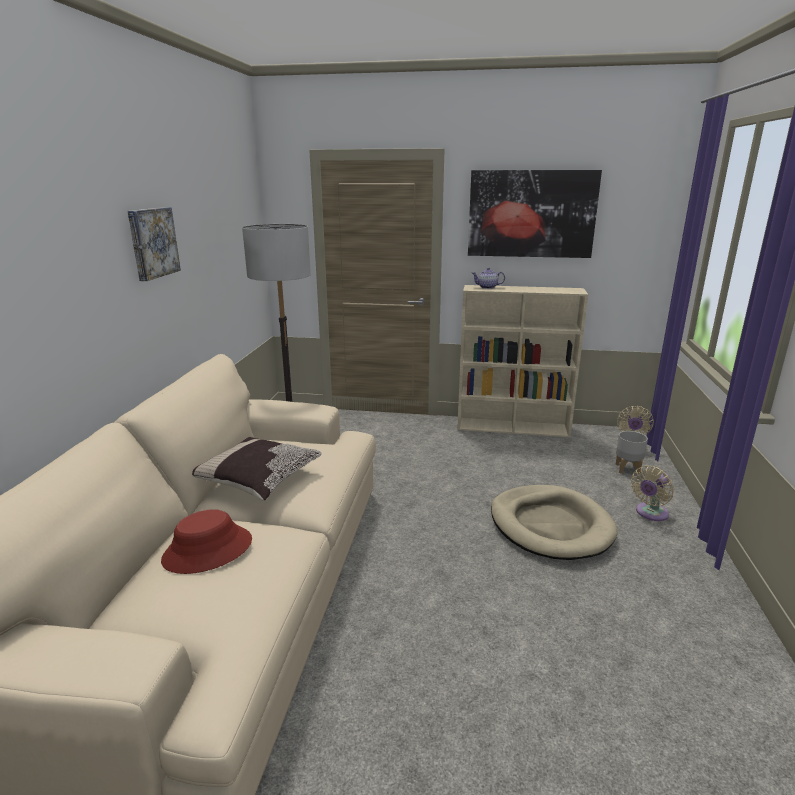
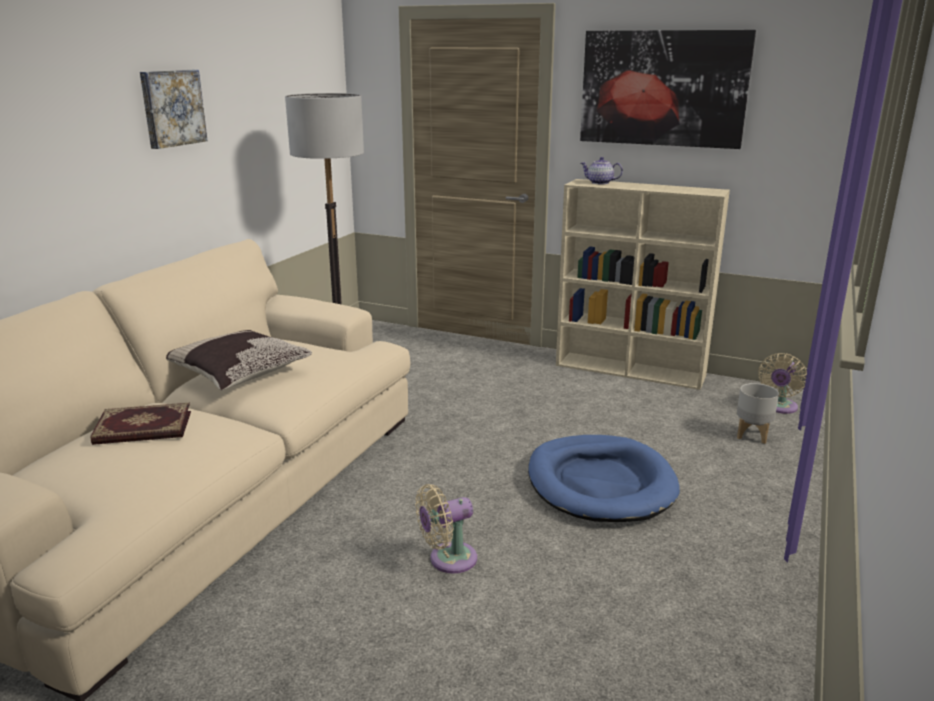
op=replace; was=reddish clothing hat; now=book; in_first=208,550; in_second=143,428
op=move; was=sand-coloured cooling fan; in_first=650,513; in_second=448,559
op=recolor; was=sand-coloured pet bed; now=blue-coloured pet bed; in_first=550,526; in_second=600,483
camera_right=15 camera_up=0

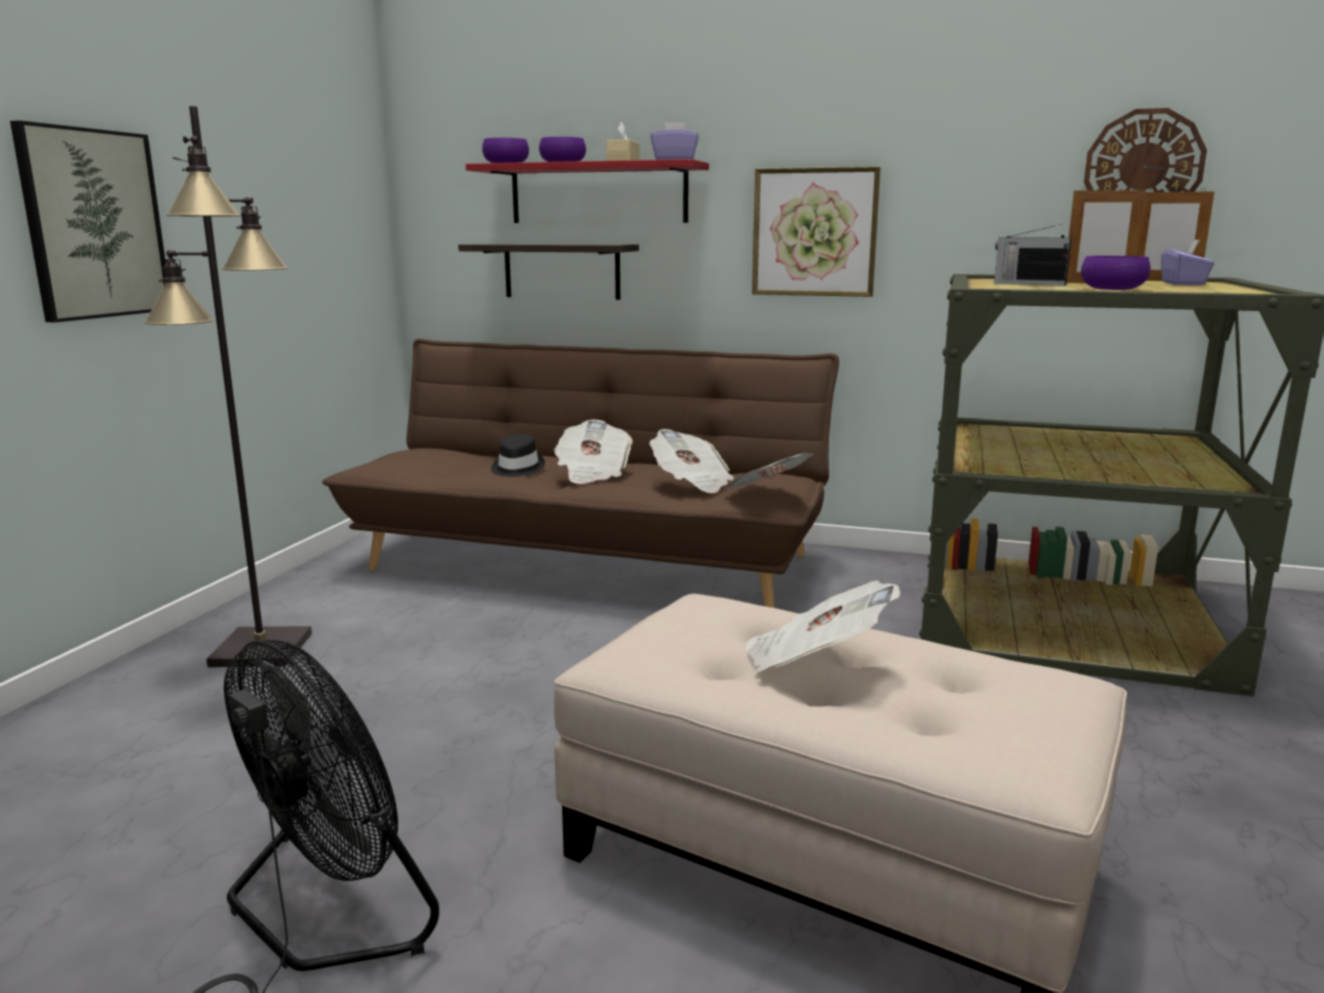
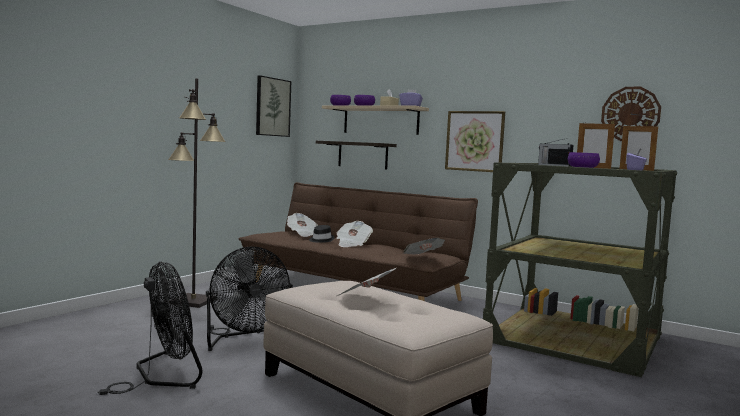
op=insert; now=blackish cooling fan; in_second=243,339
op=move; was=wall picture; in_first=93,224; in_second=272,107
op=move; was=newspaper; in_first=691,483; in_second=302,234
op=recolor; was=reddish bracket shelf; now=sand-coloured bracket shelf; in_first=598,194; in_second=380,120
camera_right=15 camera_up=-10

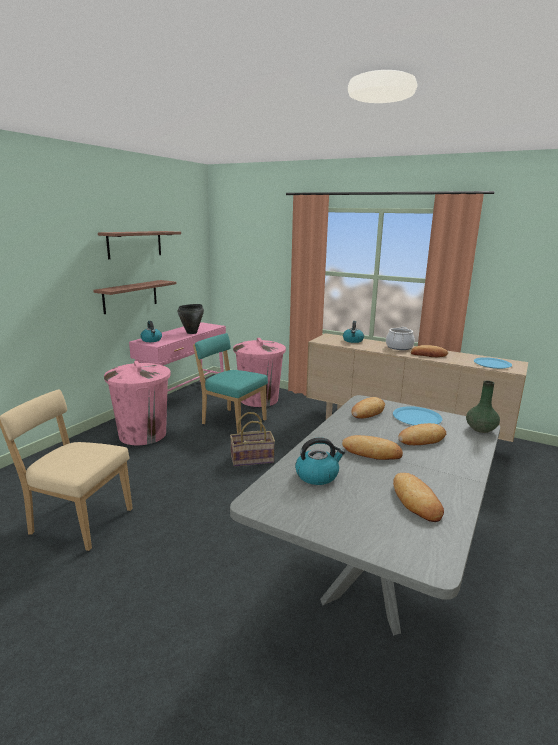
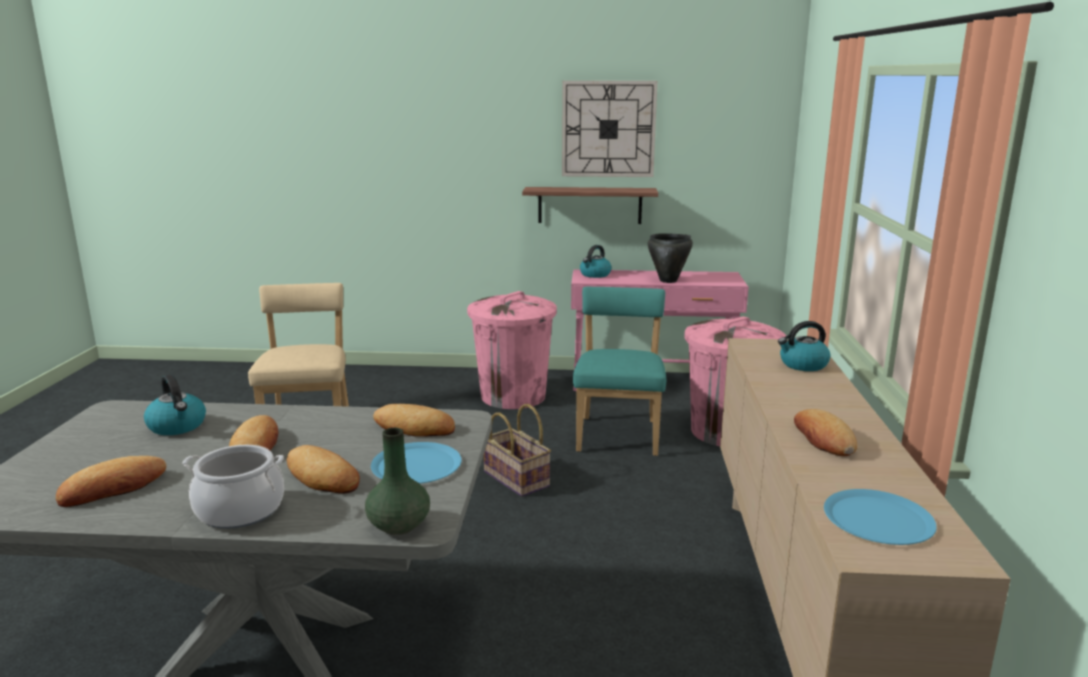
op=move; was=stockpot; in_first=399,347; in_second=240,510
op=replace; was=bracket shelf; now=wall clock; in_first=135,244; in_second=608,129
camera_right=65 camera_up=0

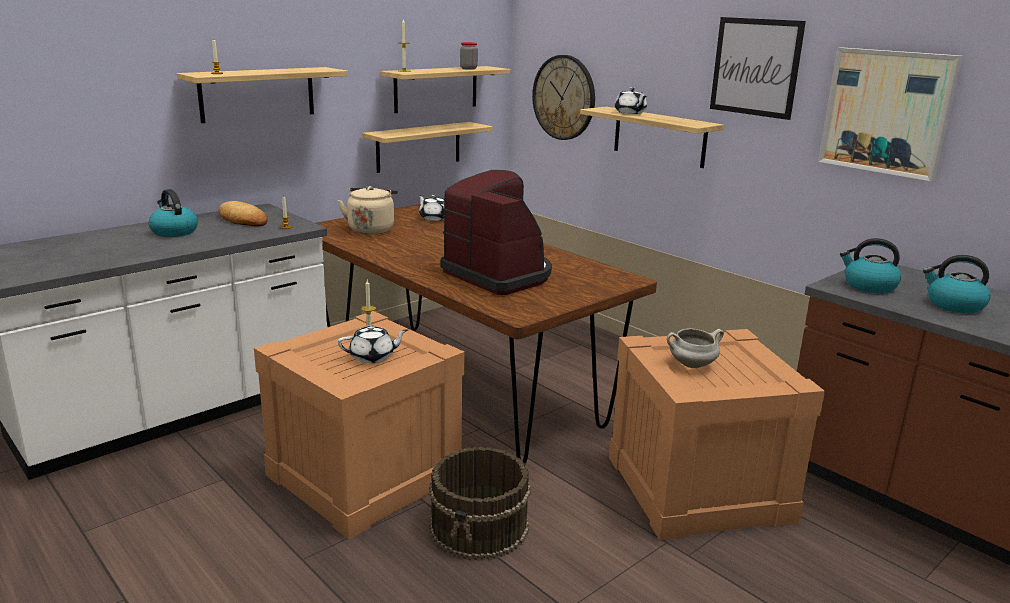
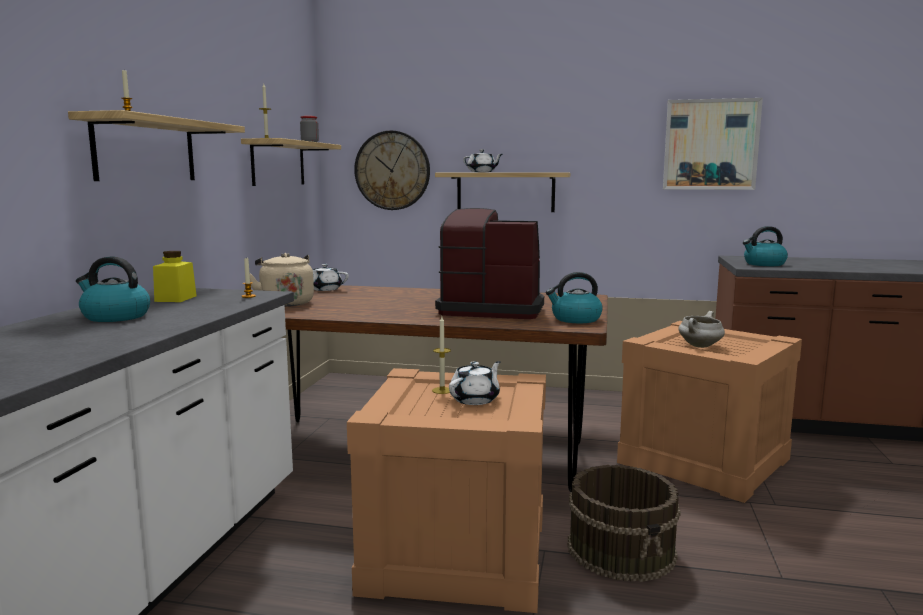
op=replace; was=baked bread; now=yellow storage jar; in_first=242,220; in_second=175,298
op=move; was=kettle; in_first=954,305; in_second=575,319
op=delete; was=bracket shelf; in_first=418,146
op=delete; was=wall picture; in_first=755,67
camera_right=-35 camera_up=-10

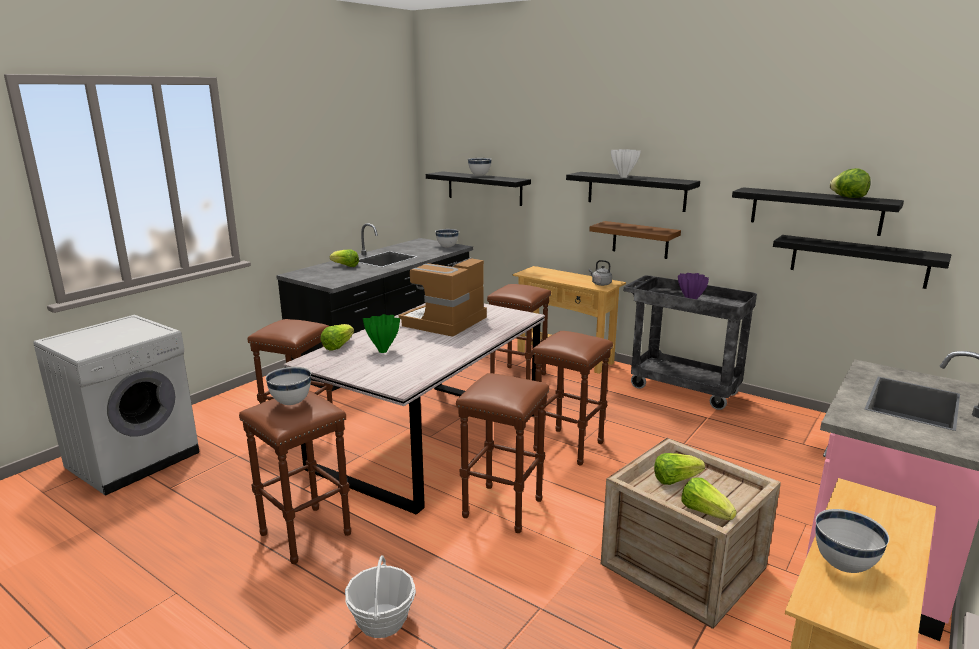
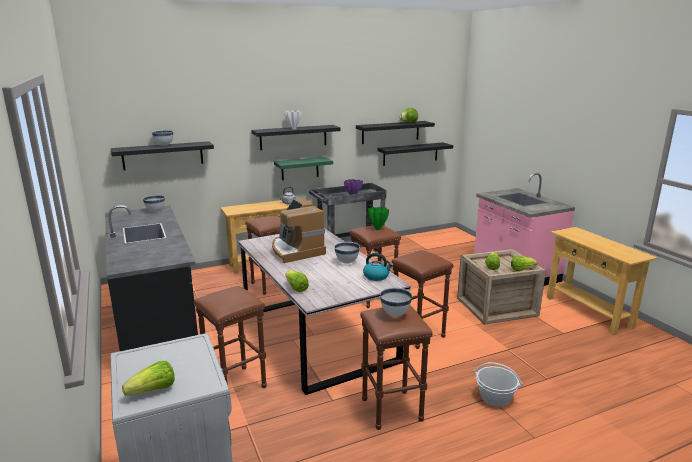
op=move; was=lettuce; in_first=345,266; in_second=153,391
op=recolor; was=brownish bracket shelf; now=green bracket shelf; in_first=640,240; in_second=300,168
op=move; was=white deep dish; in_first=843,566; in_second=347,262
op=insert; now=kettle; in_second=376,276
op=move; was=green decorative vase; in_first=383,351; in_second=378,229
camera_right=-60 camera_up=0

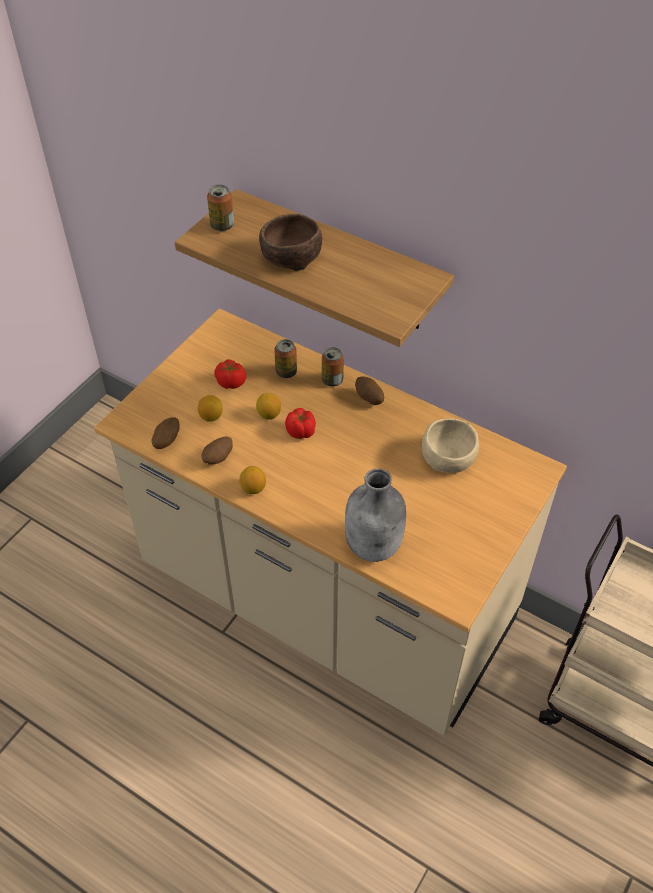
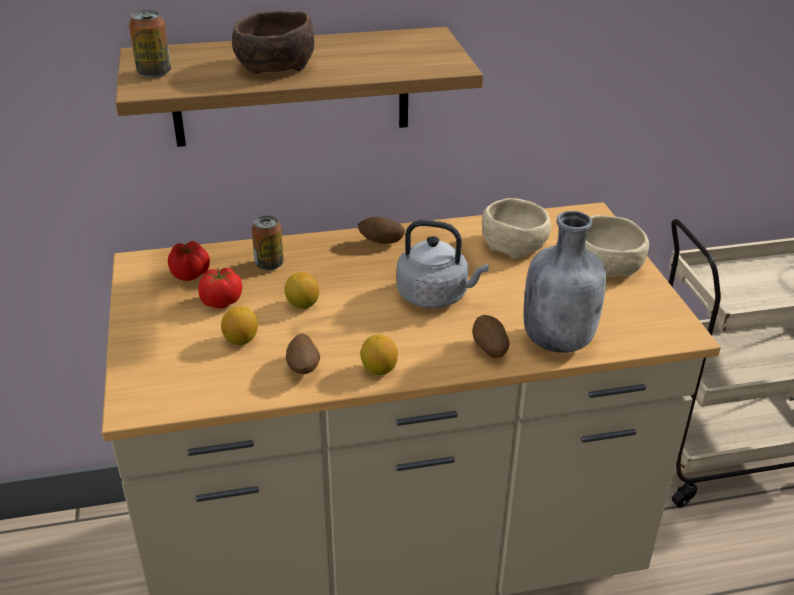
op=move; was=fresh tomato; in_first=301,432; in_second=191,274
op=insert; now=gray kettle; in_second=436,296
op=move; was=spud; in_first=166,440; in_second=489,349
op=insert; now=sand-coloured deep dish; in_second=609,266
op=delete; was=sealed can; in_first=332,380
camera_right=-45 camera_up=-15

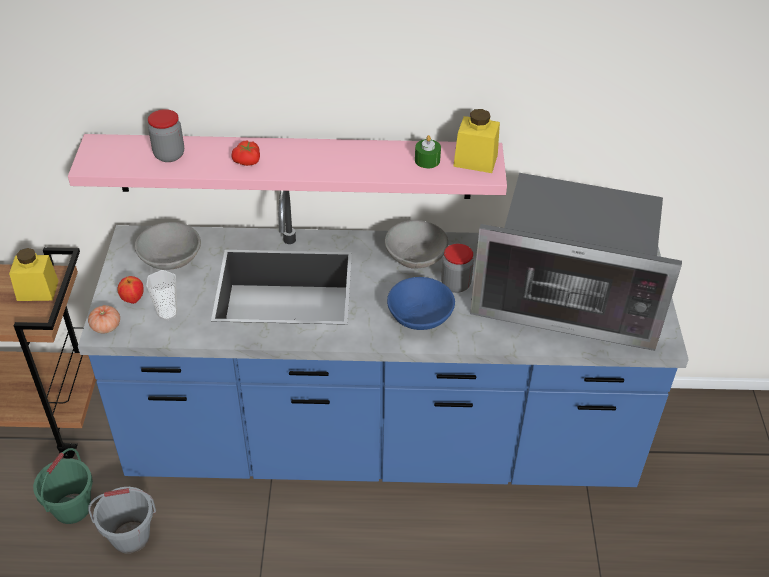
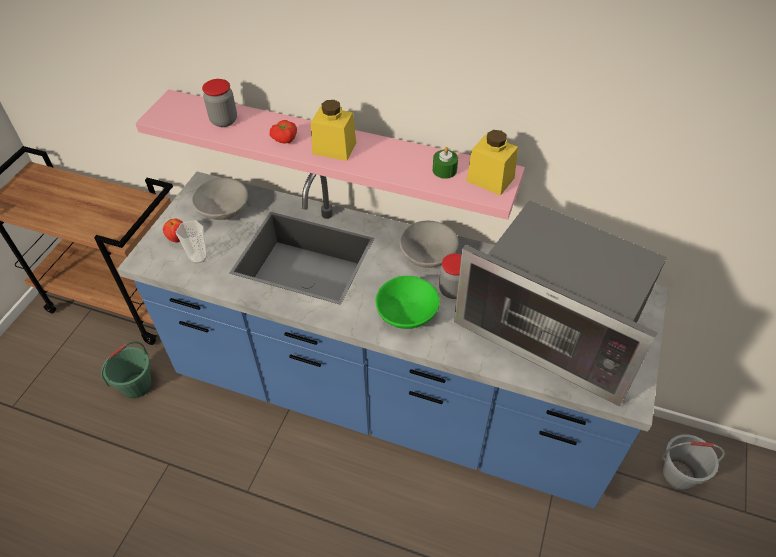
op=move; was=yellow storage jar; in_first=37,290; in_second=334,148
op=recolor; was=blue-coloured deep dish; now=green deep dish; in_first=419,317; in_second=406,313
op=move; was=gray pail; in_first=131,536; in_second=678,474
op=delete; was=fresh tomato; in_first=106,327
camera_right=20 camera_up=5

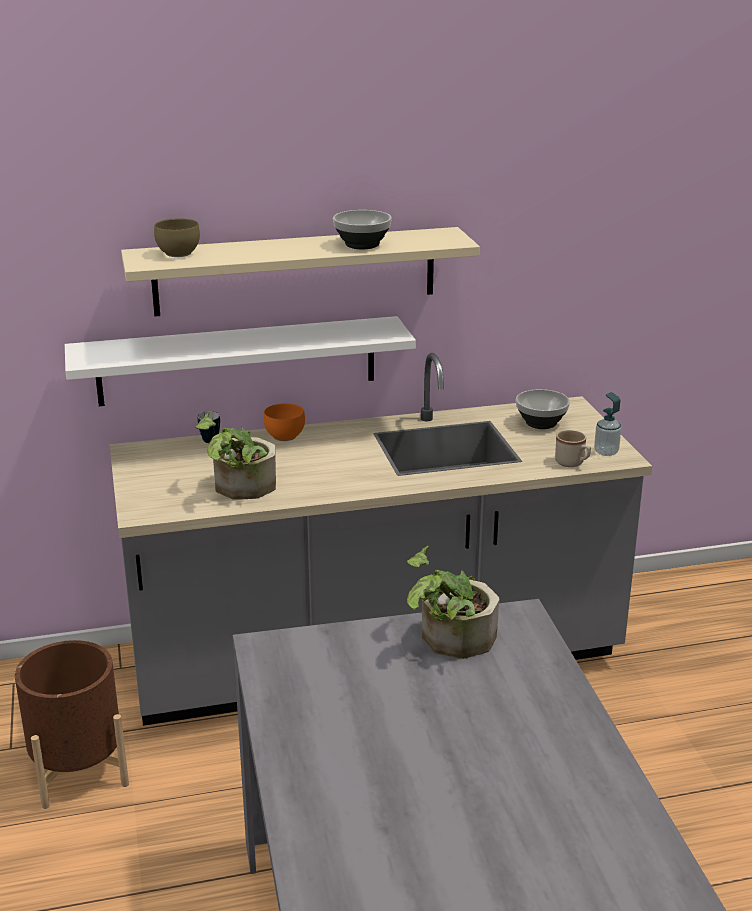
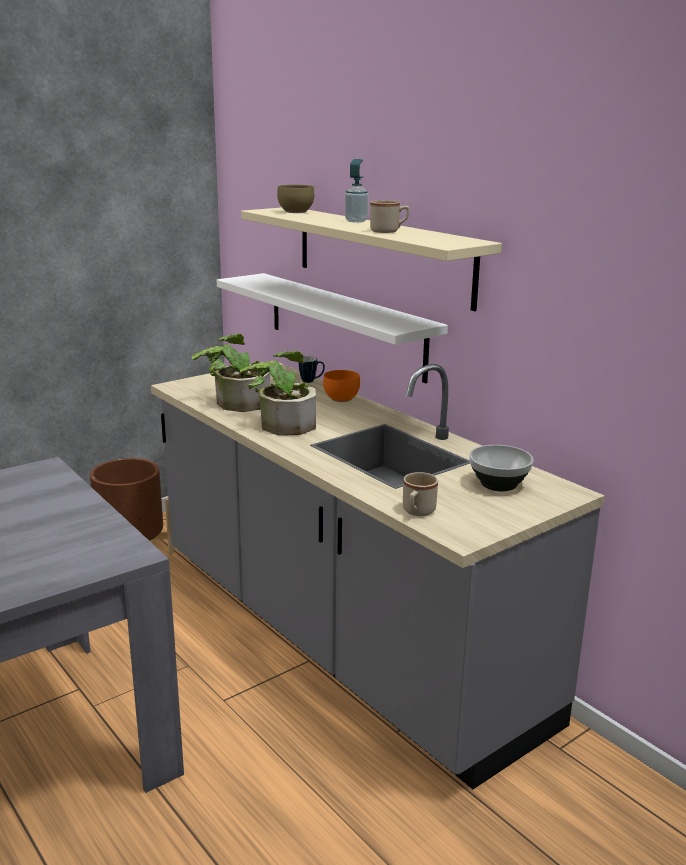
op=move; was=houseplant; in_first=449,640; in_second=281,423
op=move; was=liquid soap bottle; in_first=606,452; in_second=356,221
op=replace; was=deep dish; now=sand-coloured tea mug; in_first=362,244; in_second=389,231
camera_right=65 camera_up=-5

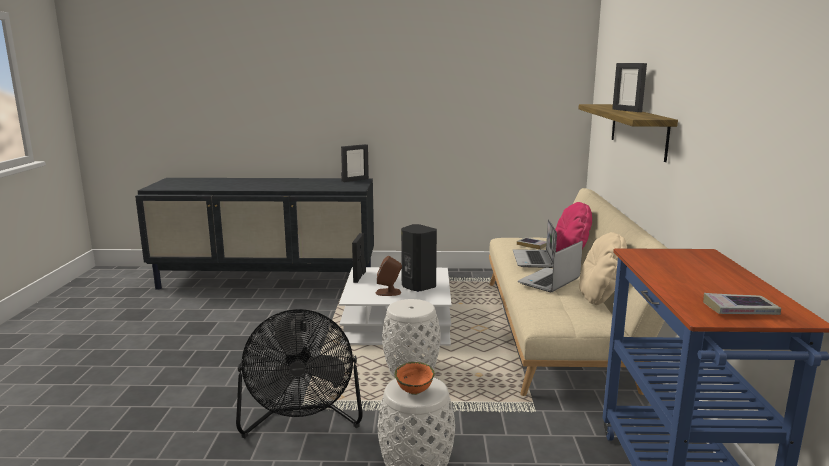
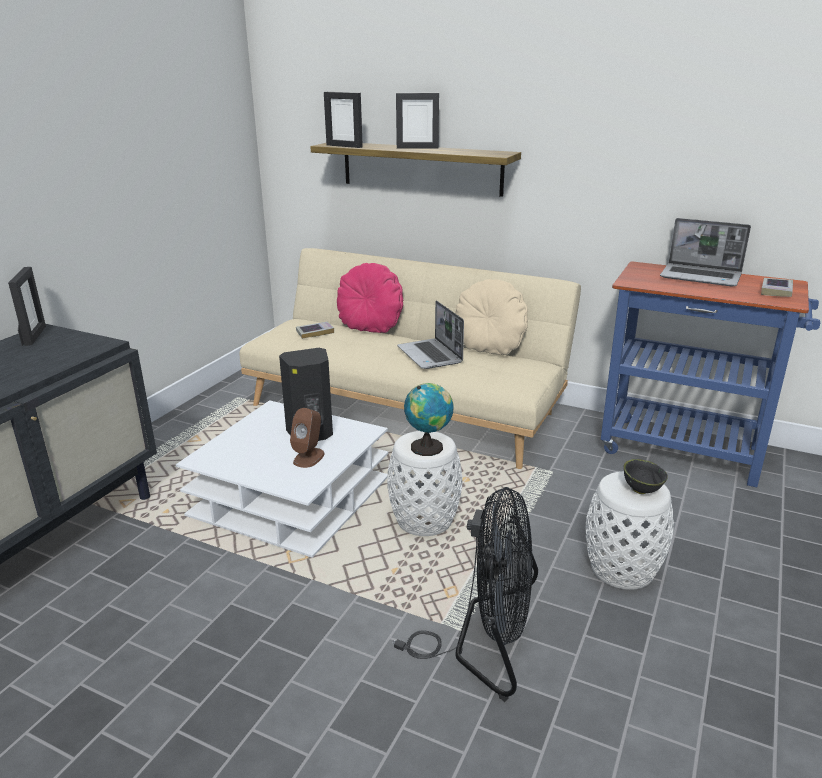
op=move; was=photo frame; in_first=359,276; in_second=344,146
op=insert; now=globe; in_second=429,447
op=recolor; was=orange-coloured deep dish; now=blackish deep dish; in_first=415,391; in_second=641,490
op=move; was=laptop; in_first=534,260; in_second=701,277
camera_right=-65 camera_up=10

